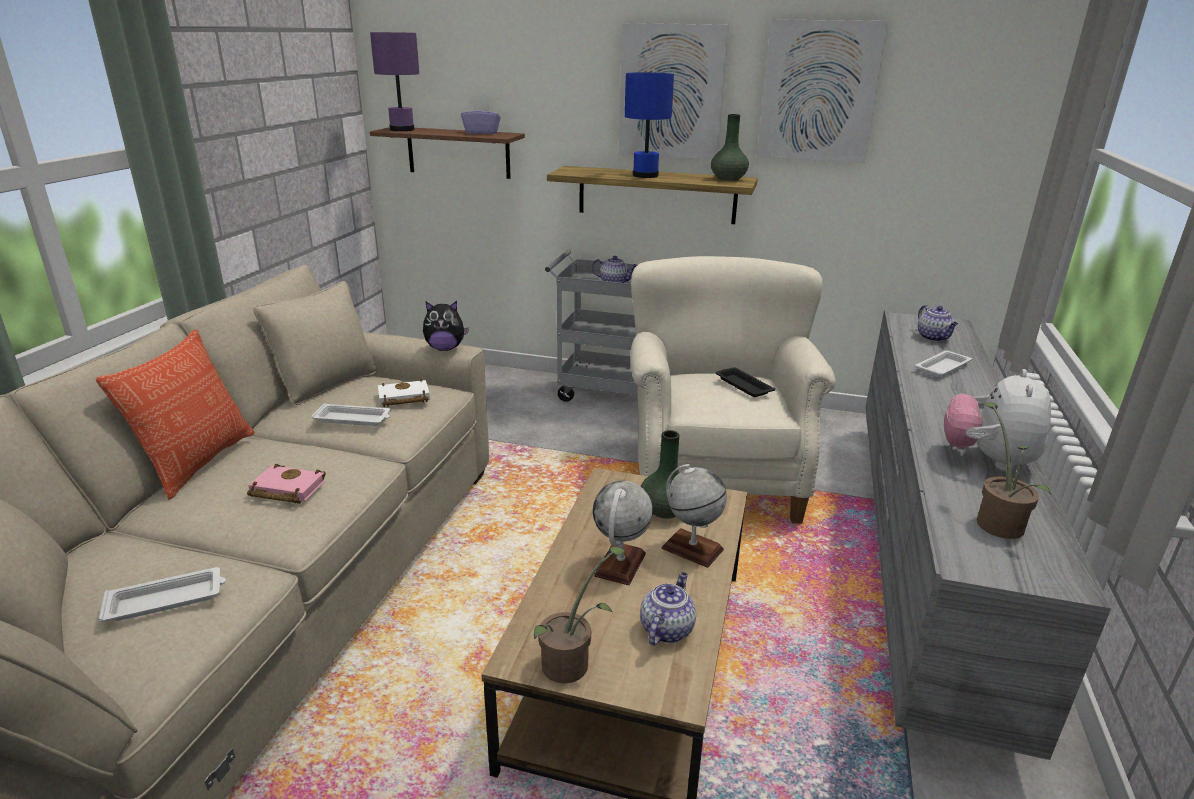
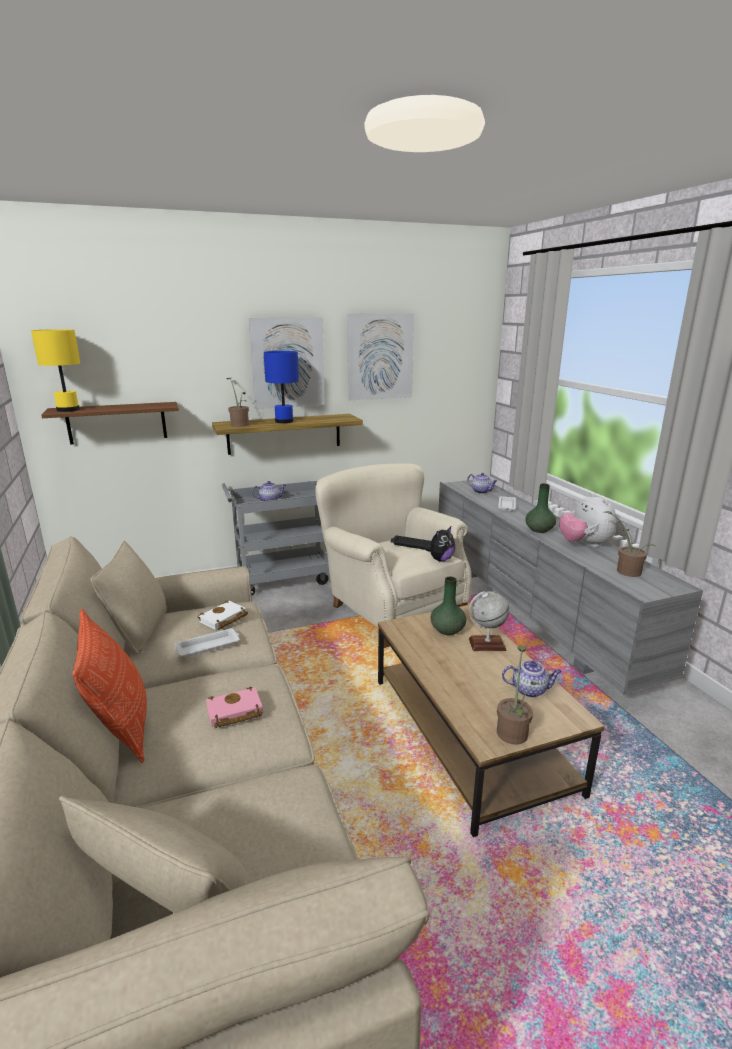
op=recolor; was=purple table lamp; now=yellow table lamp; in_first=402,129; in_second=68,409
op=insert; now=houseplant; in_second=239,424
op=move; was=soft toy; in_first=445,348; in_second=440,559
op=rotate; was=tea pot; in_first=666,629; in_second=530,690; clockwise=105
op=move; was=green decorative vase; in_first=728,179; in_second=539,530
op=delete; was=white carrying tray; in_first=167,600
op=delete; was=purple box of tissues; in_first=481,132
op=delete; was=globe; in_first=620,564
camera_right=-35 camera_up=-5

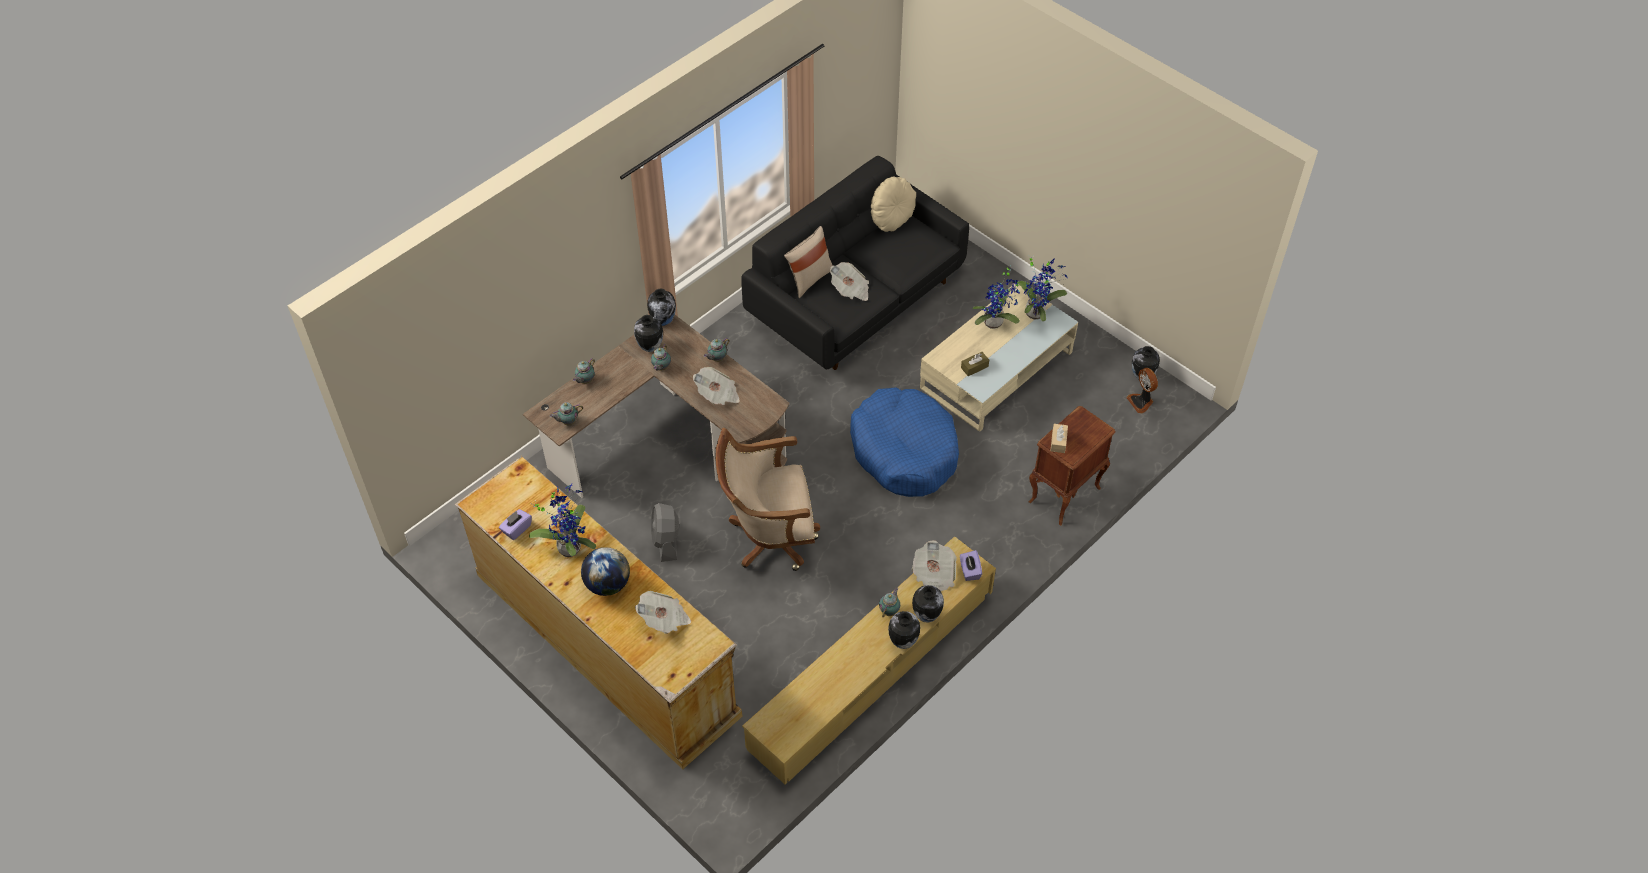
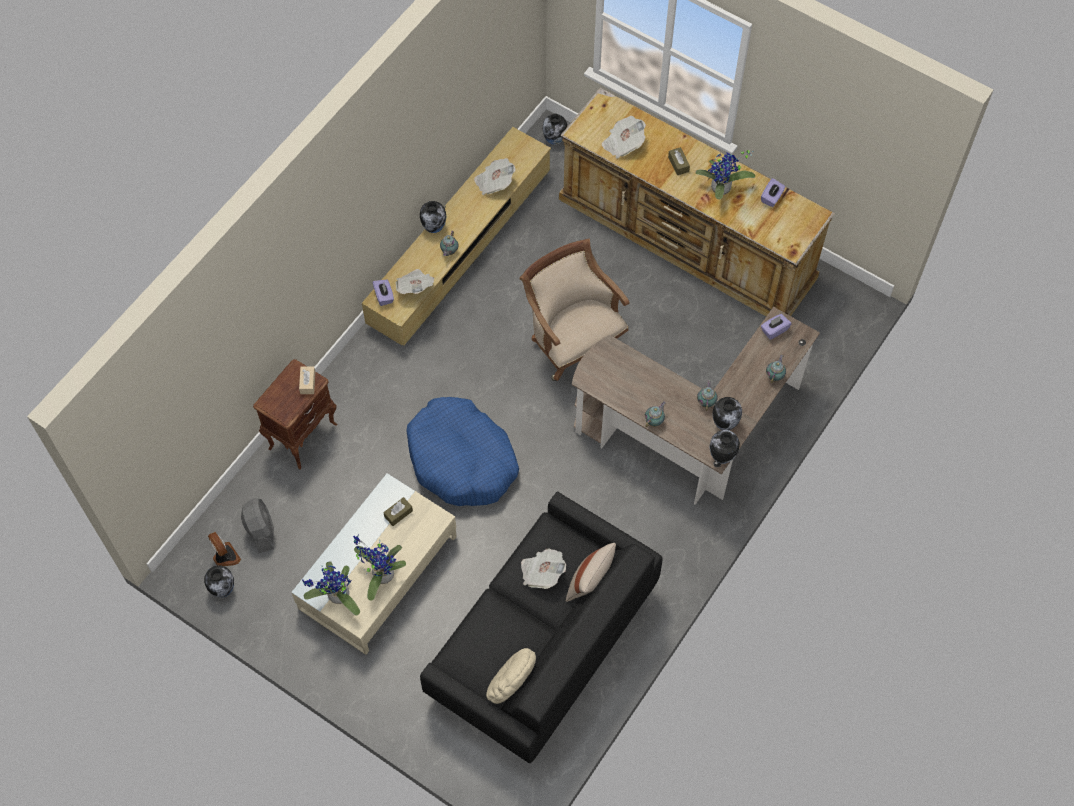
op=move; was=gray cooling fan; in_first=666,541; in_second=260,530
op=move; was=newspaper; in_first=718,395; in_second=494,183
op=rotate; was=computer chair; in_first=769,540; in_second=572,348; clockwise=-105
op=move; was=decorative vase; in_first=926,615; in_second=554,140
op=replace; was=globe; now=brownish box of tissues; in_first=607,584; in_second=678,164
op=replace; was=tea pot; now=purple box of tissues; in_first=568,422; in_second=774,330
camera_right=170 camera_up=10

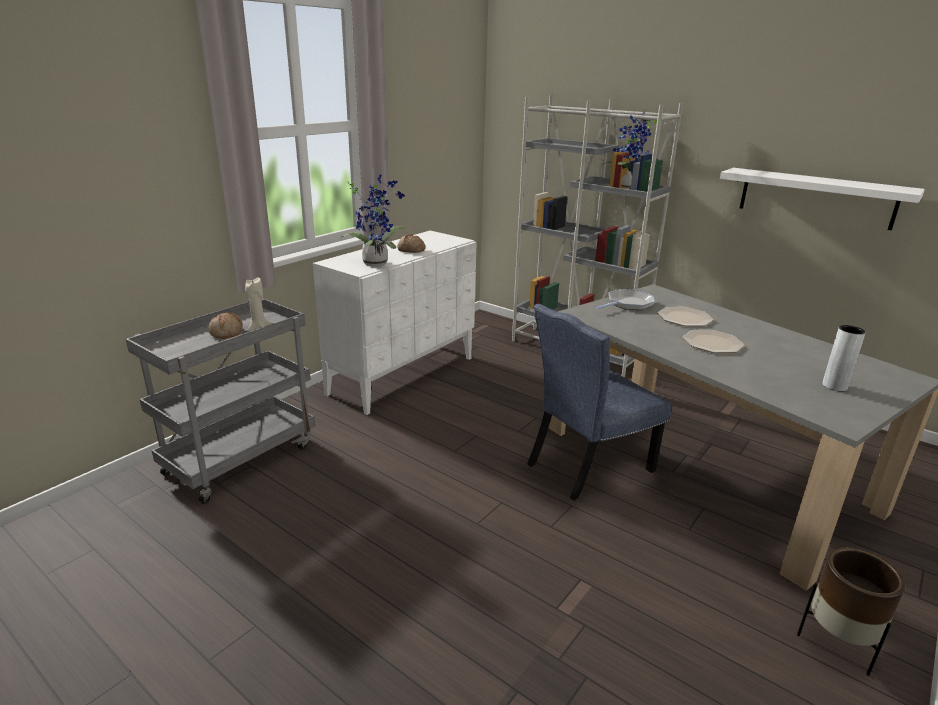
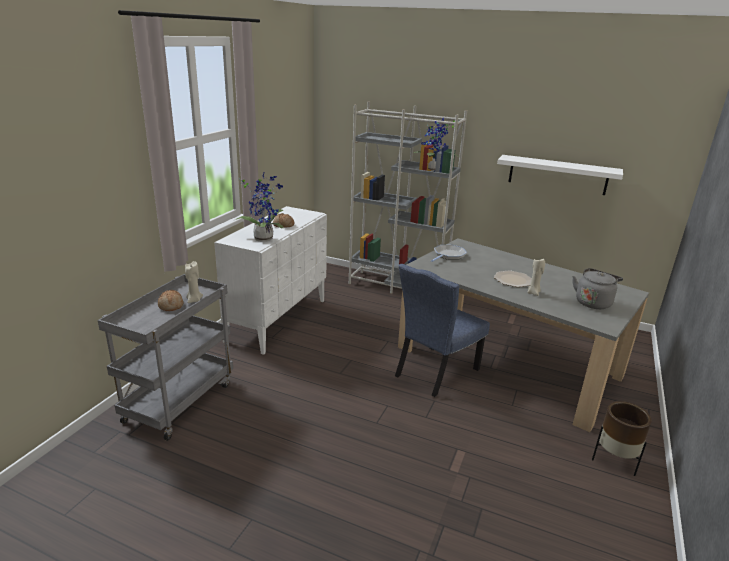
op=insert; now=sand-coloured candle; in_second=533,293
op=replace; was=gray decorative vase; now=gray kettle; in_first=834,386; in_second=593,302
op=delete; was=plate; in_first=684,318
camera_right=-15 camera_up=0

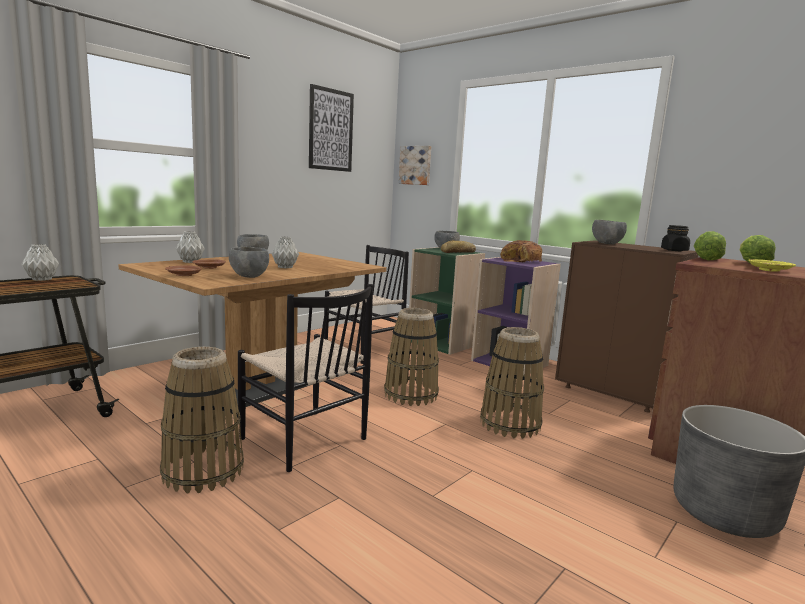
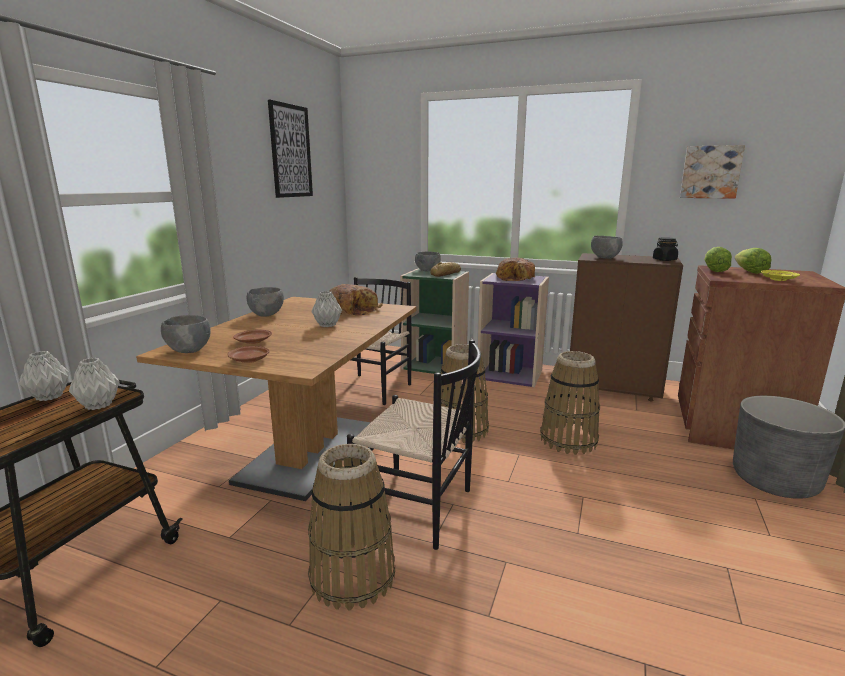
op=move; was=gray decorative vase; in_first=190,262; in_second=97,405
op=move; was=gray deep dish; in_first=249,276; in_second=188,351
op=insert; now=baked bread; in_second=354,309
op=move; was=wall picture; in_first=416,165; in_second=710,172
camera_right=-20 camera_up=5

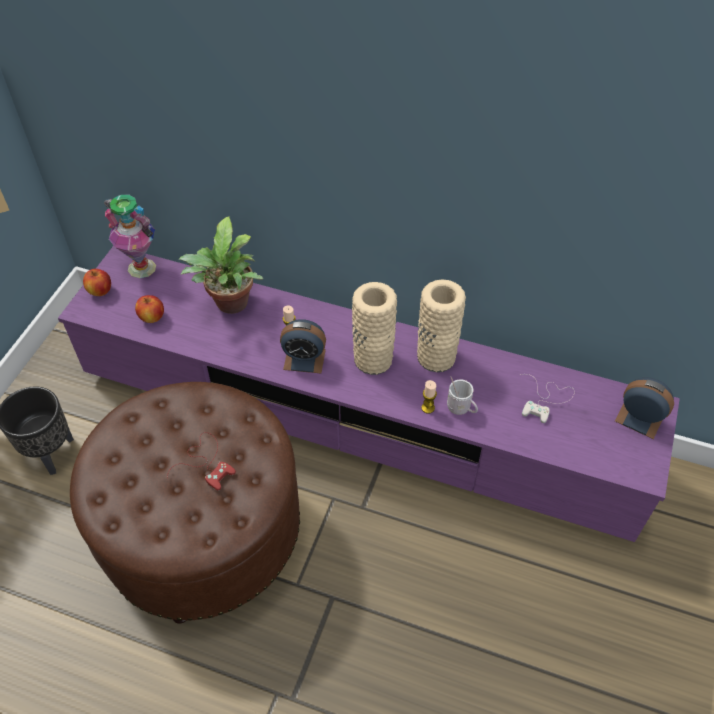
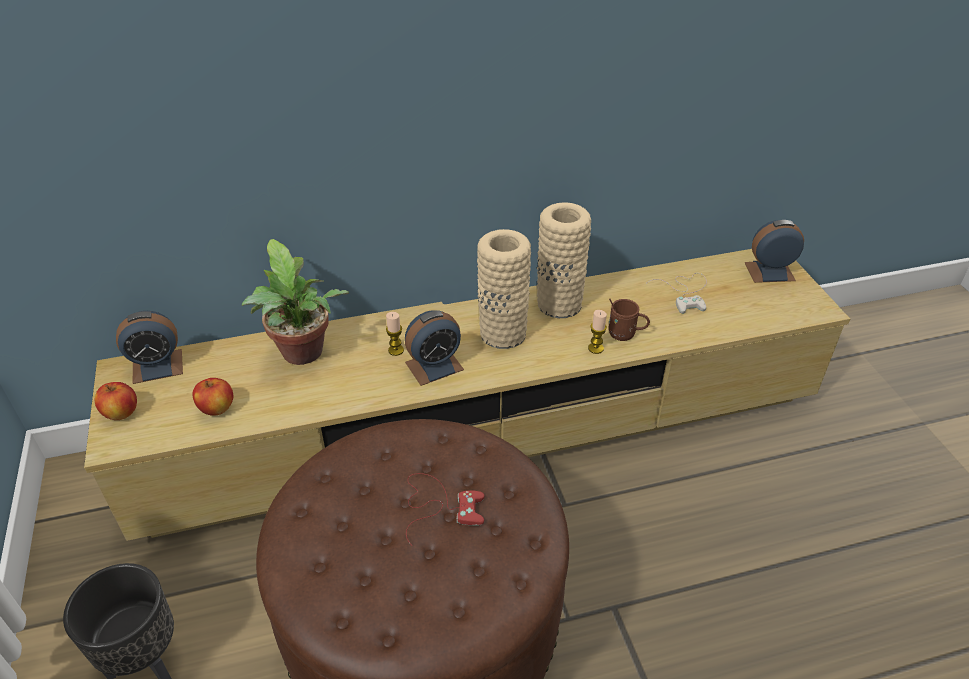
op=recolor; was=purple media console; now=sand-coloured media console; in_first=357,417; in_second=484,427
op=replace; was=decorative vase; now=bedside clock; in_first=142,267; in_second=157,366
op=recolor; was=white tea mug; now=brownish tea mug; in_first=461,409; in_second=625,335
camera_right=-35 camera_up=-10

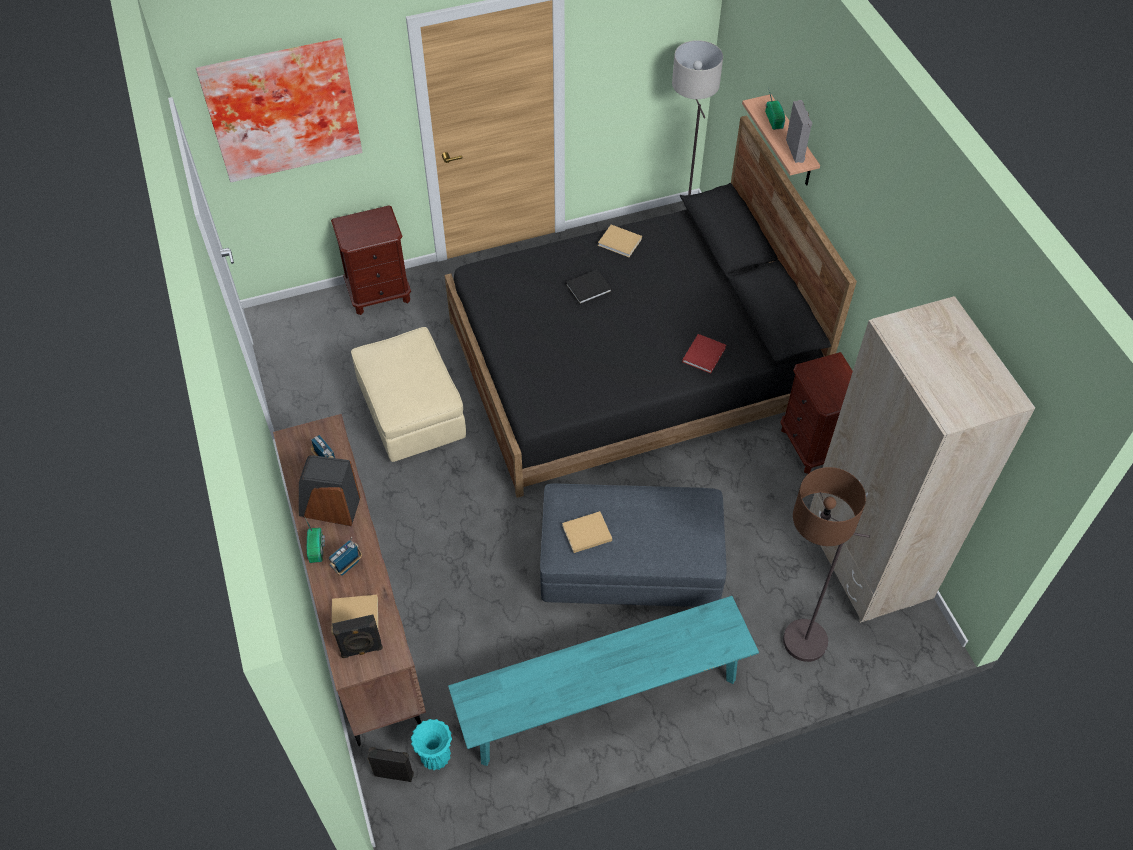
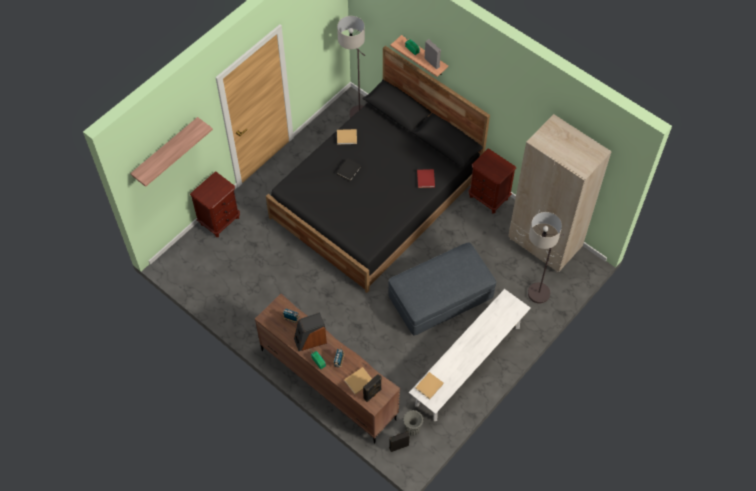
op=replace; was=wall picture; now=bracket shelf; in_first=282,107; in_second=166,151
op=recolor; was=turquoise decorative vase; now=gray decorative vase; in_first=435,758; in_second=412,430
op=recolor; was=turquoise long seat; now=white long seat; in_first=603,700; in_second=468,365
op=move; was=sand-coloured book; in_first=585,533; in_second=428,386
op=recolor; was=brownish floor lamp; now=gray floor lamp; in_first=791,639; in_second=532,295
op=delete; was=sand-coloured pouffe; in_first=412,414
camera_right=-30 camera_up=5

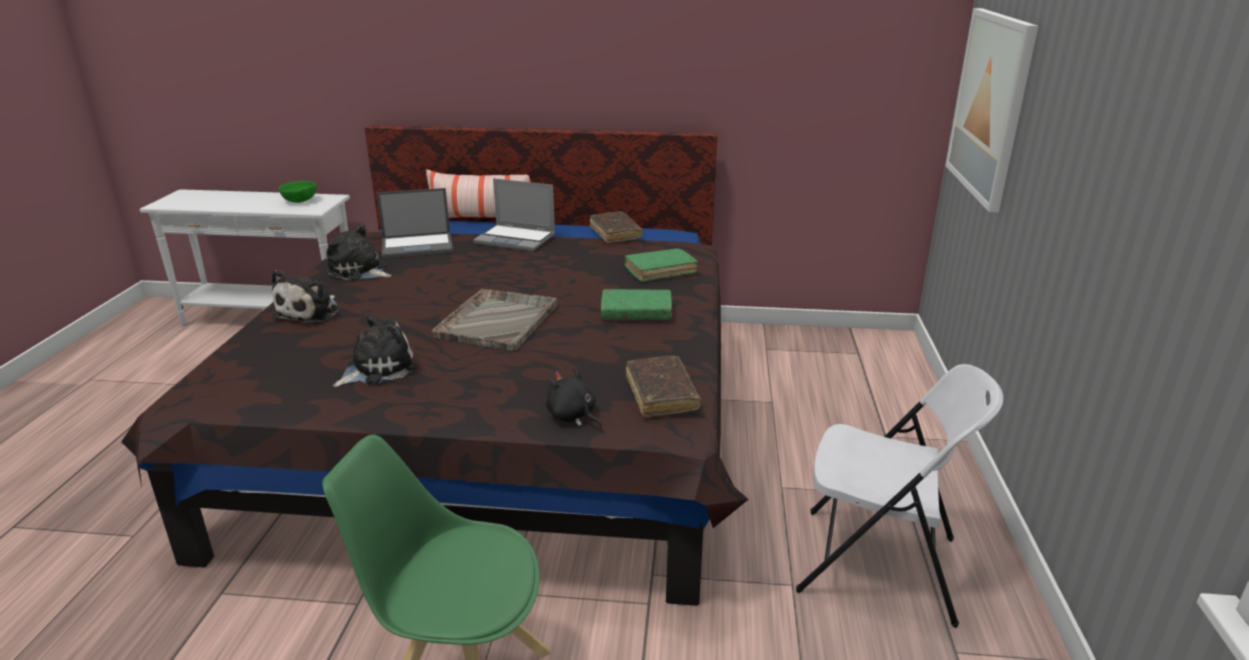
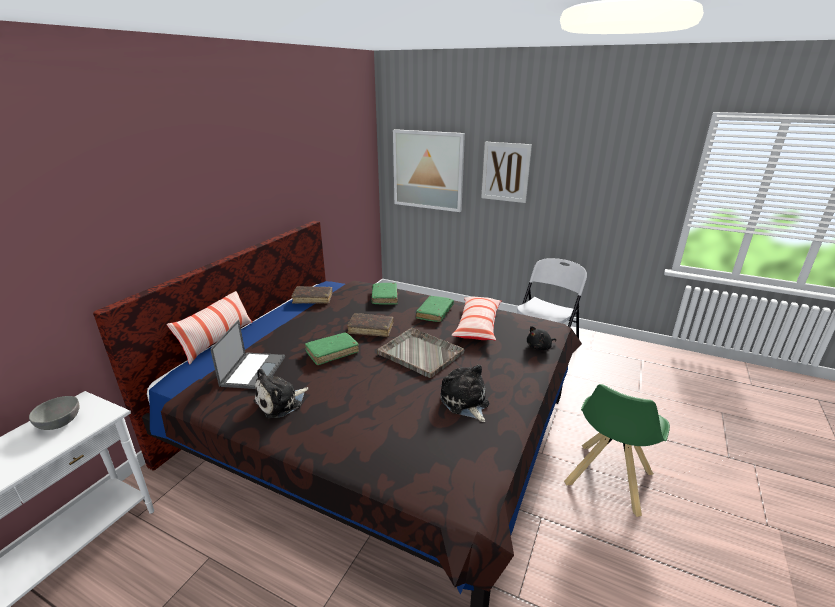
op=recolor; was=green deep dish; now=gray deep dish; in_first=300,201; in_second=61,423
op=insert; now=green book; in_second=332,352
op=move; was=brownish book; in_first=661,394; in_second=371,329
op=insert; now=pillow; in_second=477,325
op=insert; now=wall picture; in_second=505,172
op=delete; was=soft toy; in_first=310,312
op=delete; was=laptop; in_first=516,239
camera_right=-70 camera_up=0

